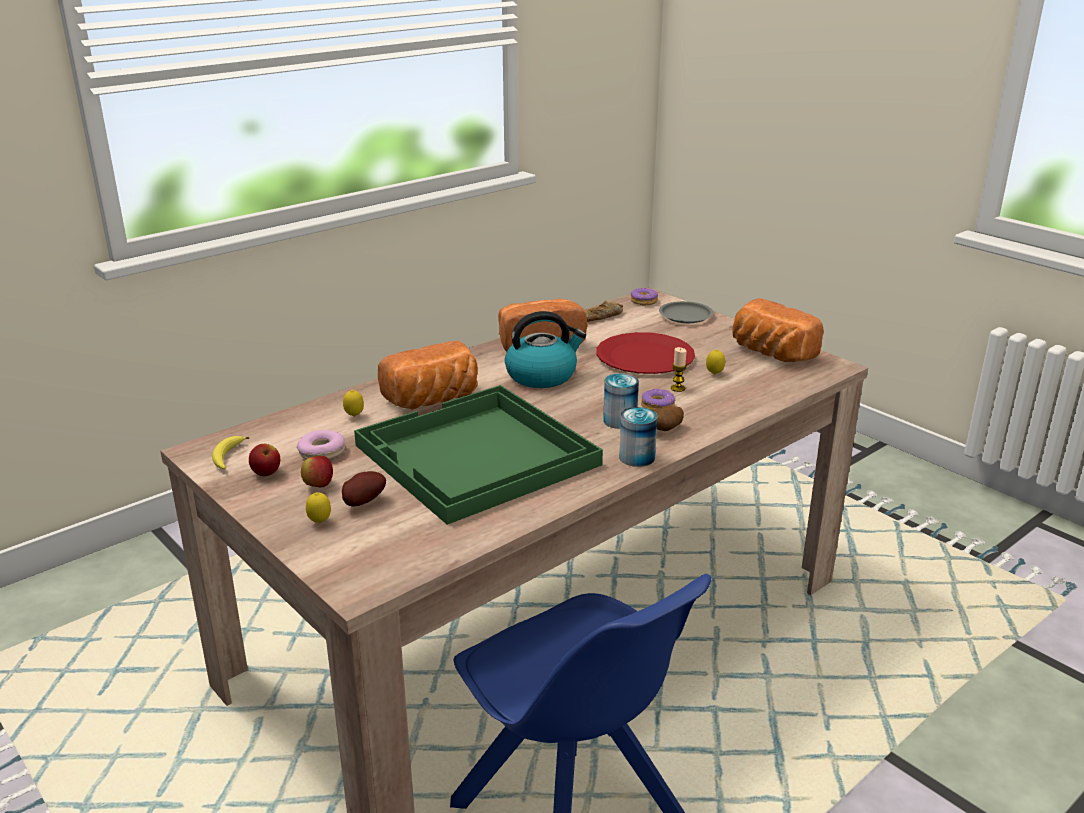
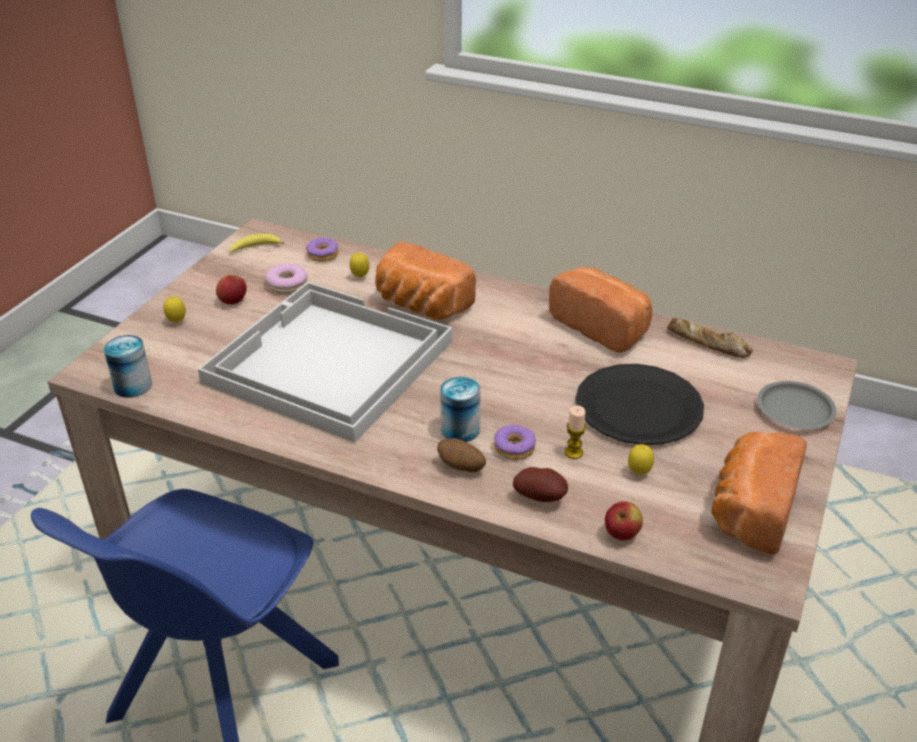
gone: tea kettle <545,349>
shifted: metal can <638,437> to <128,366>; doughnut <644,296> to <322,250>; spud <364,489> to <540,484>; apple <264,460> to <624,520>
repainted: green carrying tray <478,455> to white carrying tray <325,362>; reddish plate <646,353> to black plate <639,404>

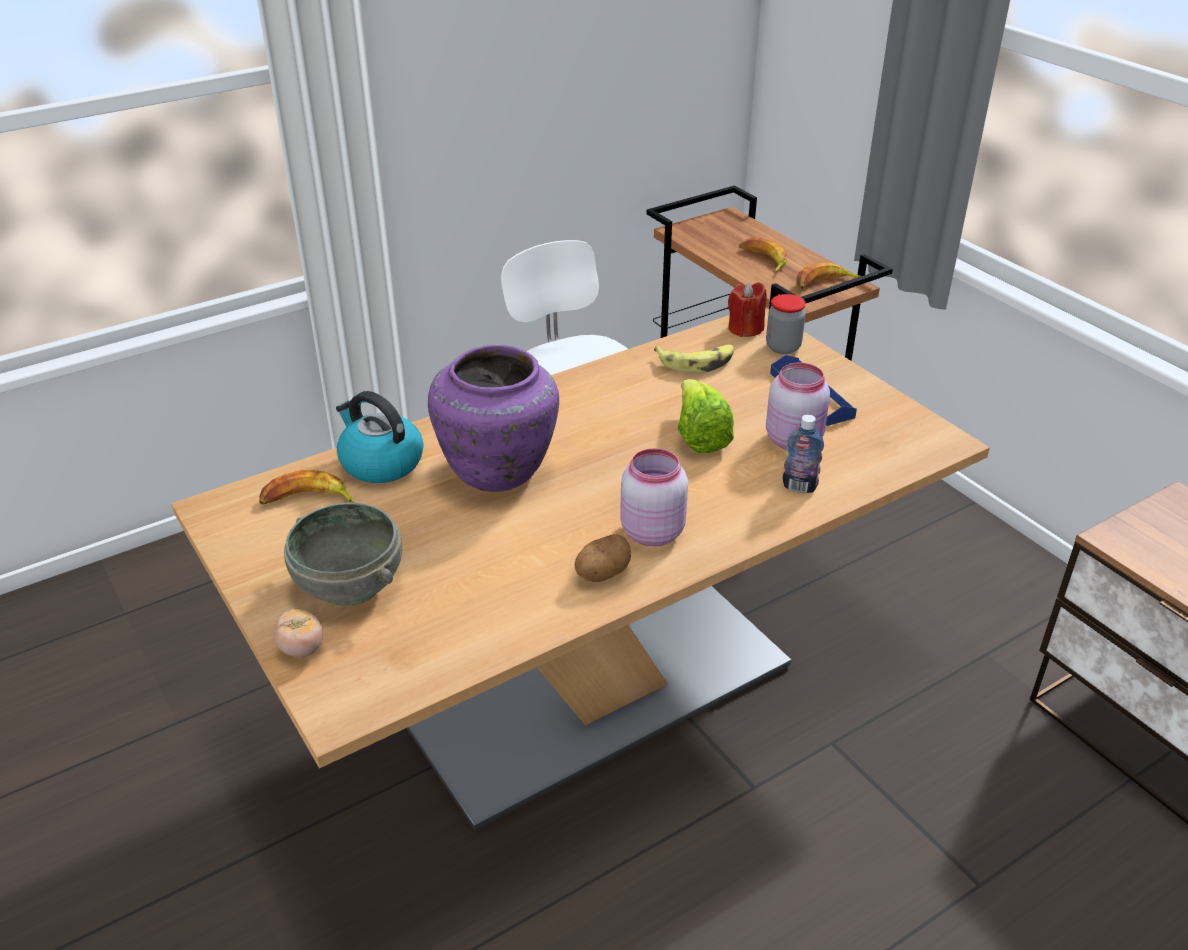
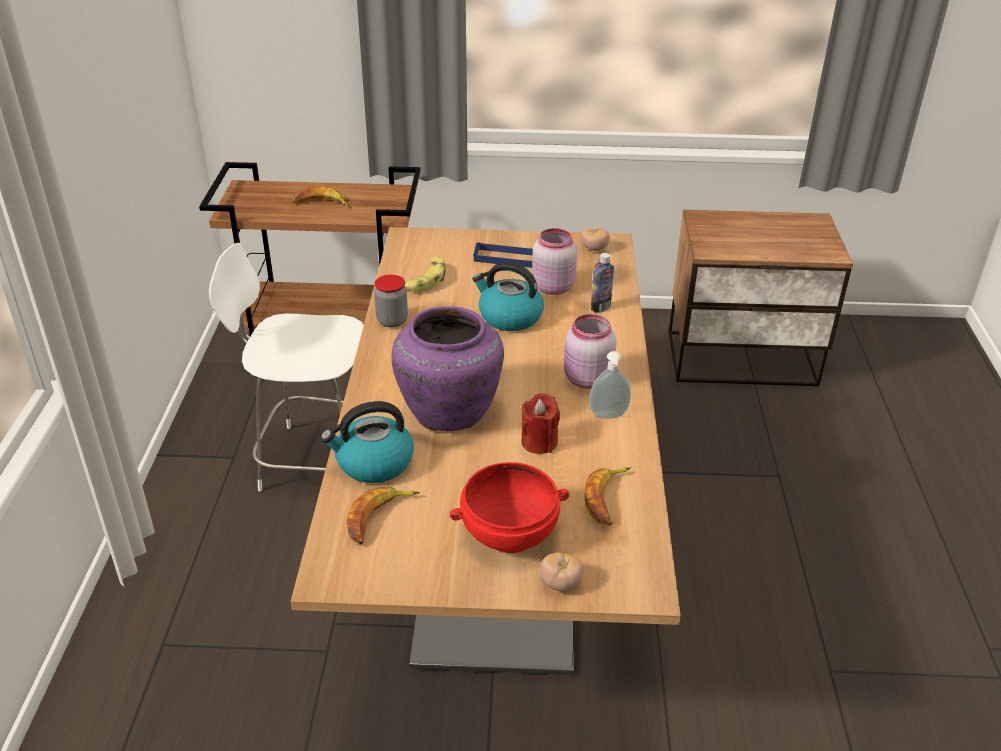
new: tomato <595,239>
shifted: preserve jar <786,324> to <391,301>; reddish wax candle <747,309> to <540,423>; banana fruit <828,276> to <607,496>
swapped: head of lettuce <705,416> to tea kettle <508,296>; spud <603,558> to soap dispenser <610,385>
repainted: gray deep dish <343,554> to reddish deep dish <509,507>

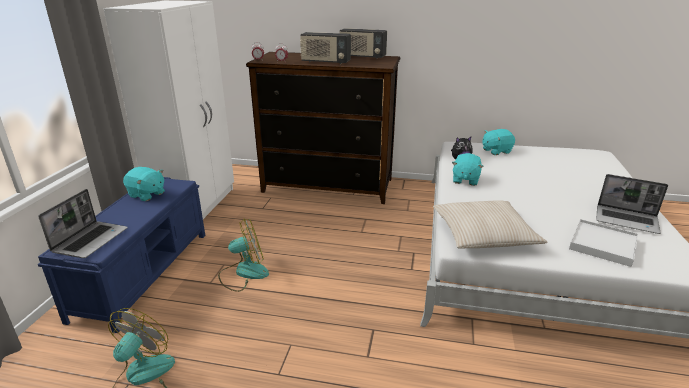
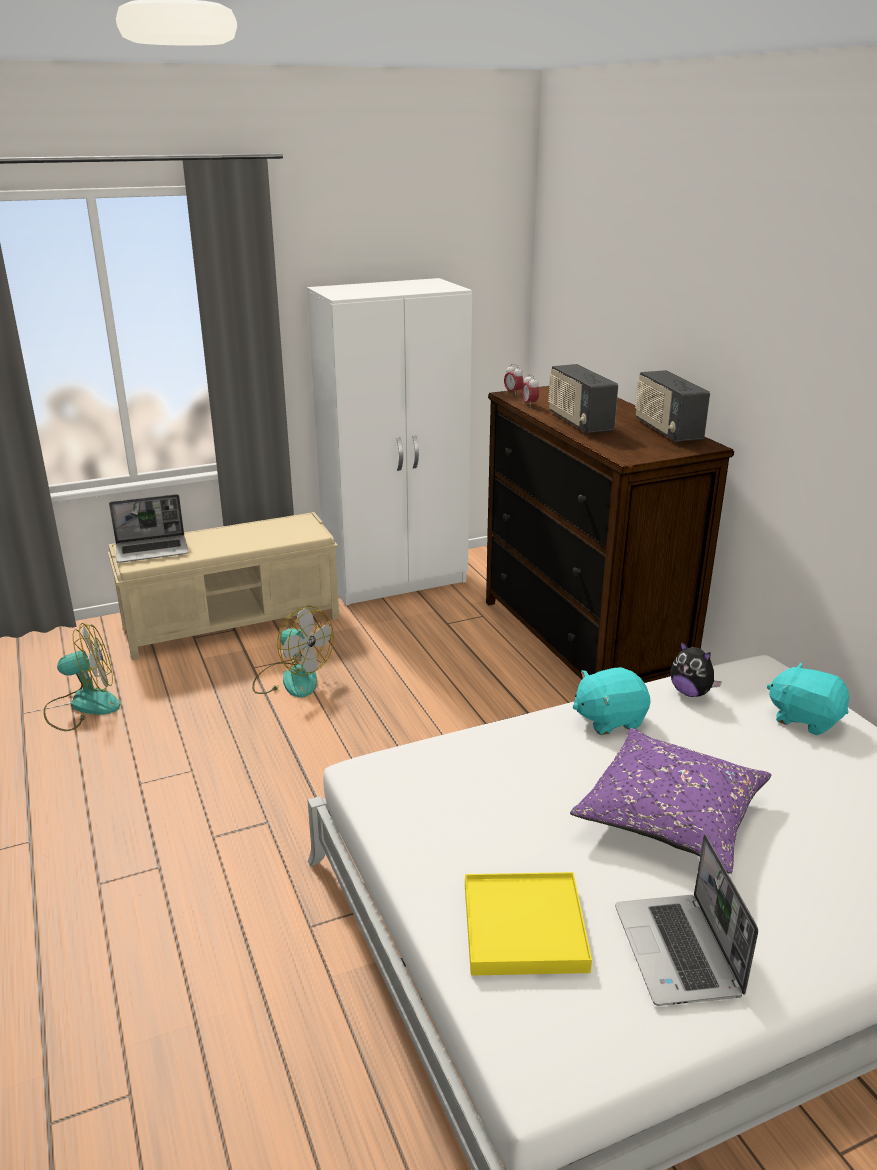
gone: turquoise-coloured soft toy <144,184>; beige-coloured pillow <490,224>
new: purple pillow <670,801>
repainted: bluish bench <121,255> to beige-coloured bench <223,586>; white carrying tray <603,243> to yellowish carrying tray <528,924>

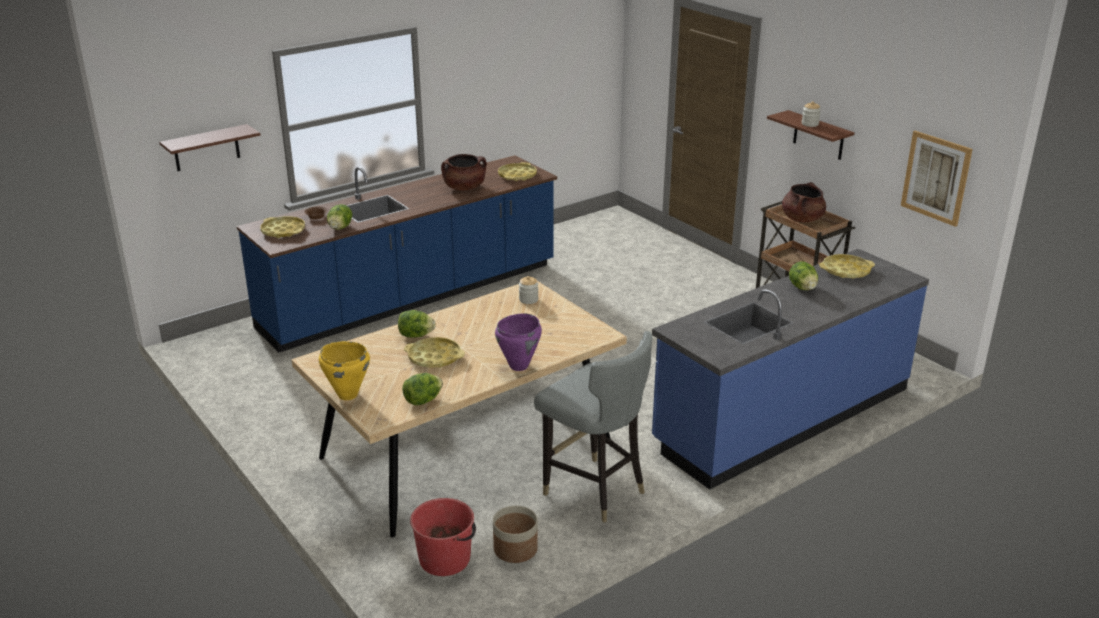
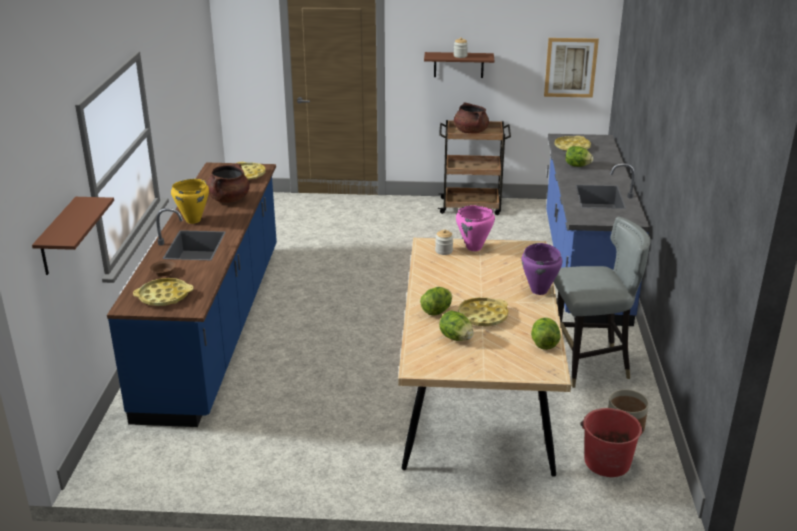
new: pink stockpot <475,228>
shifted: yellowish stockpot <344,370> to <190,201>; head of lettuce <339,217> to <456,325>

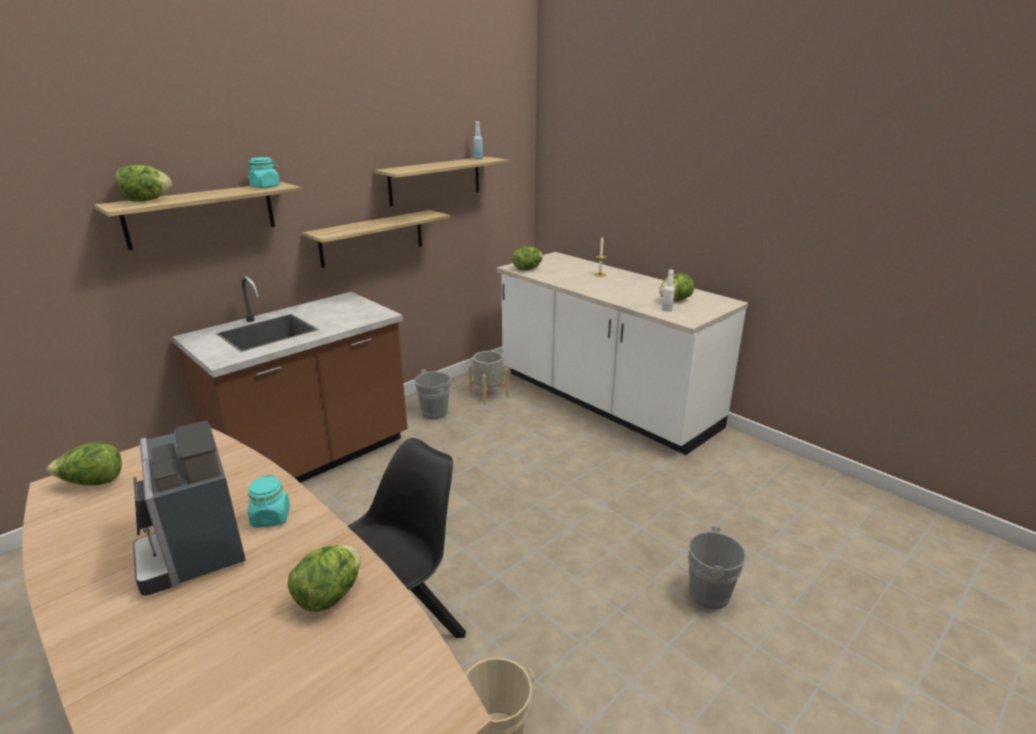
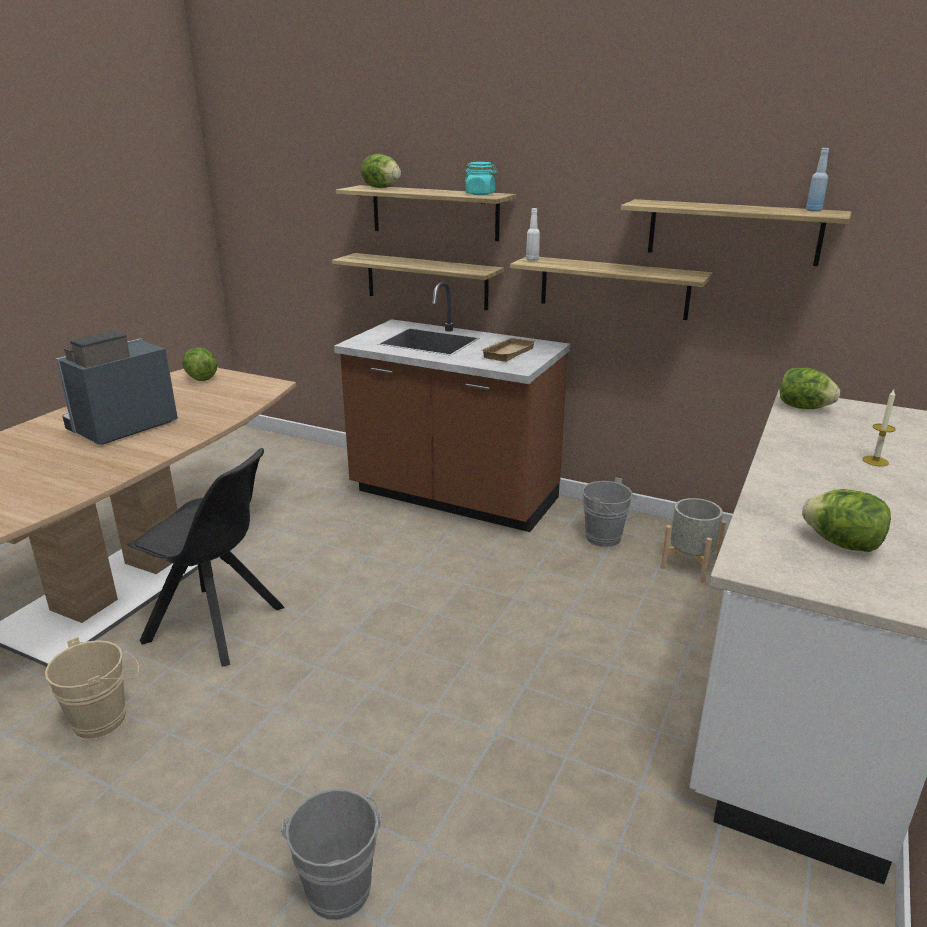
gone: turquoise-coloured preserve jar <269,501>; head of lettuce <324,578>
new: wall shelf <418,281>; beige-coloured carrying tray <508,349>
shifted: white bottle <668,290> to <533,234>

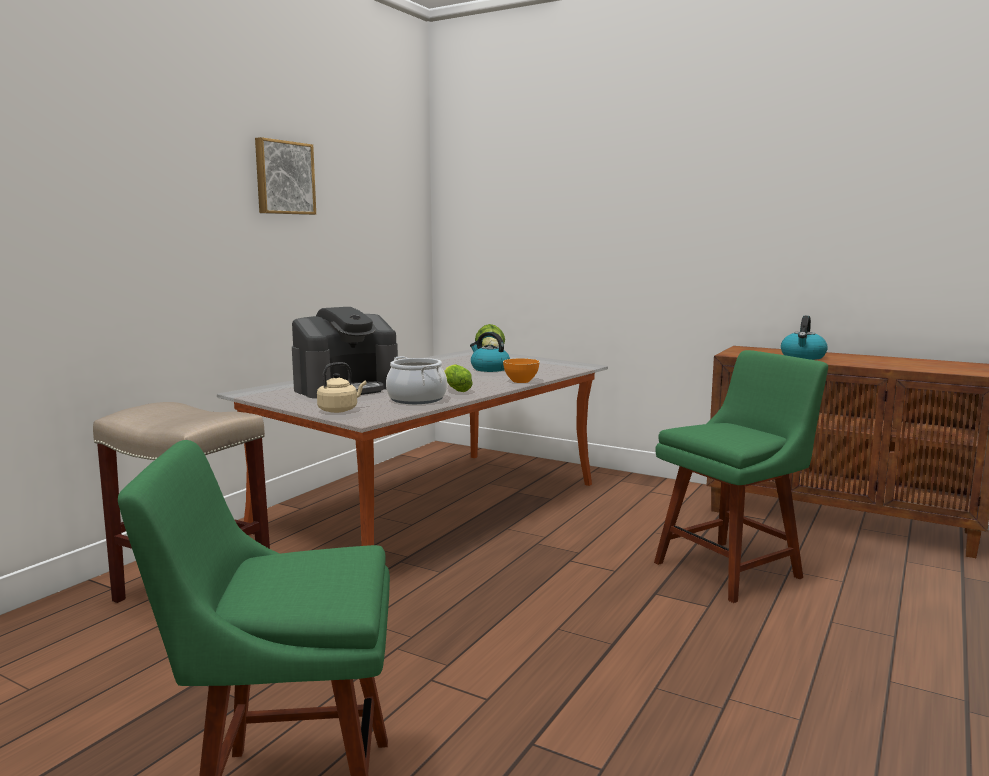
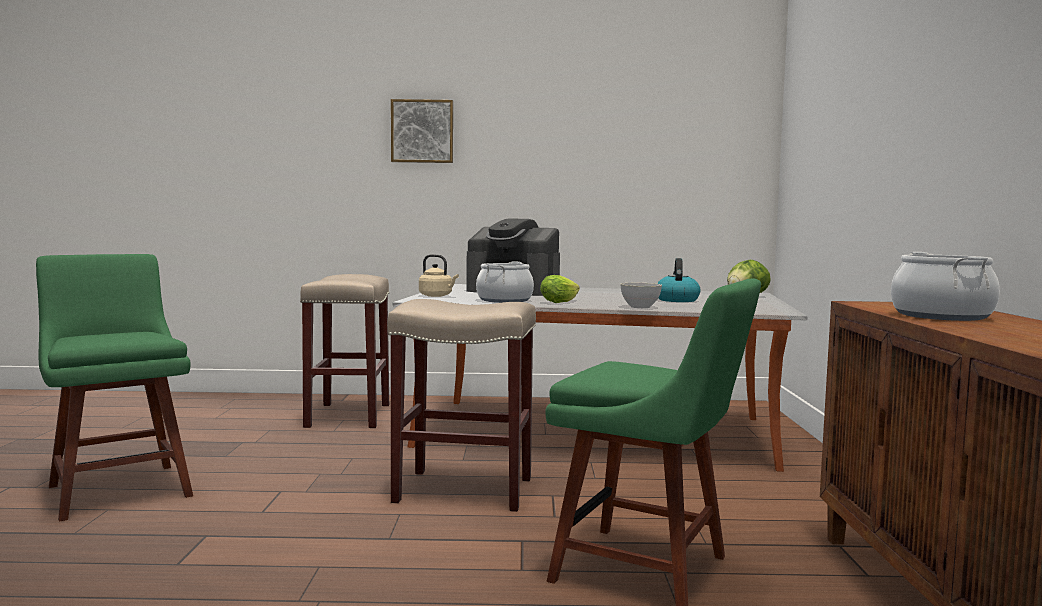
new: beige-coloured sitting stool <461,405>
shifted: picture <285,176> to <422,131>
swapped: tea kettle <804,338> to stockpot <945,286>
repainted: orange-coloured deep dish <521,370> to gray deep dish <641,295>

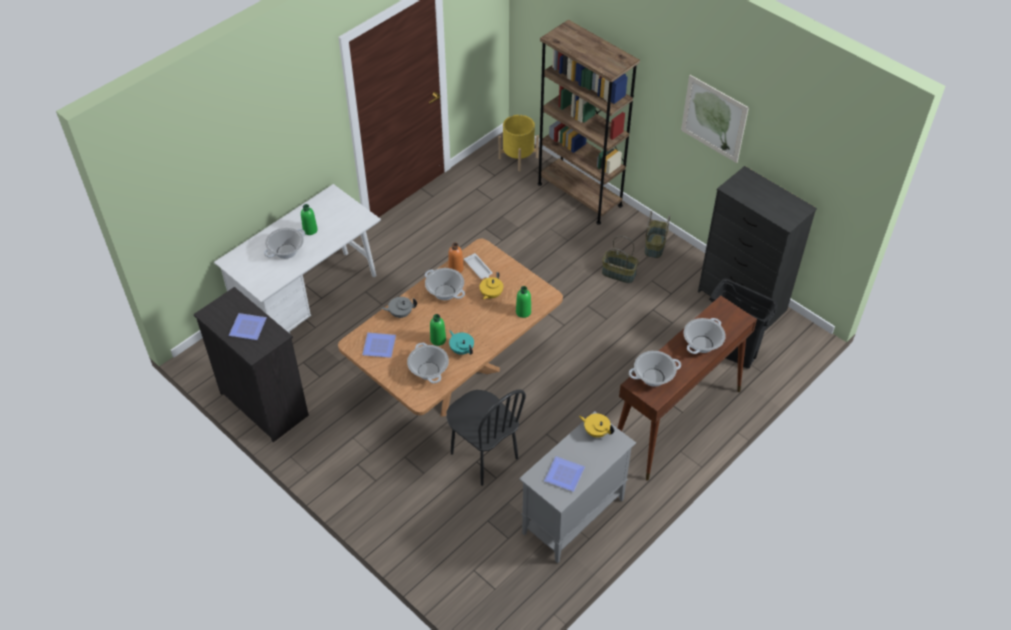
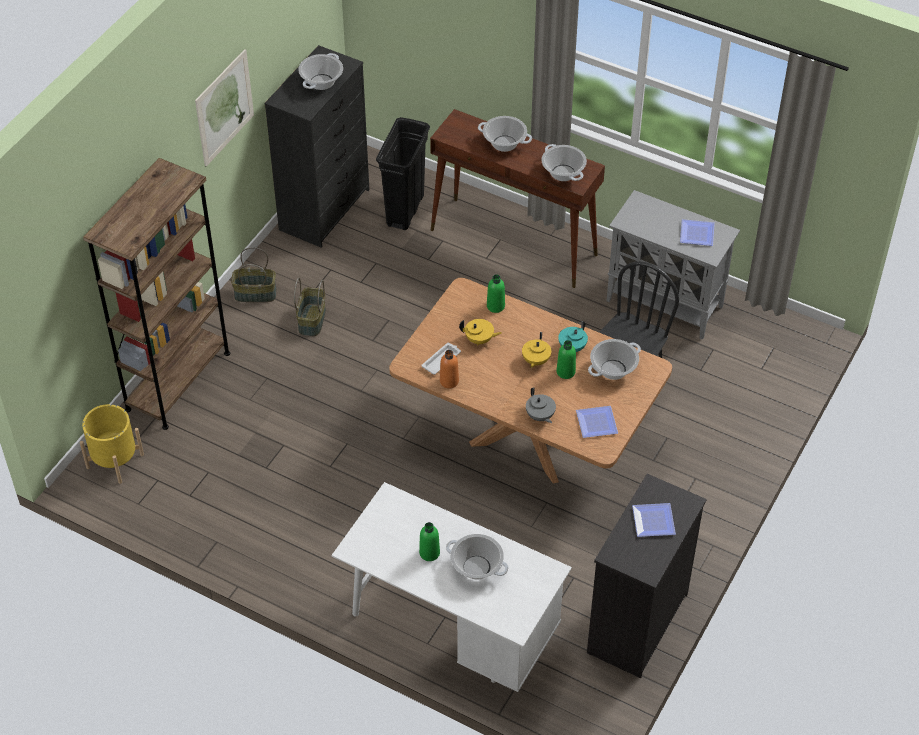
shifted: stockpot <445,284> to <320,71>; yellowish teapot <596,426> to <536,350>

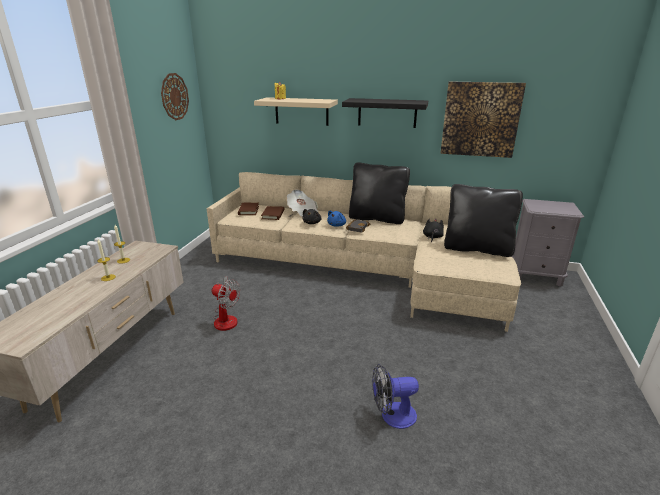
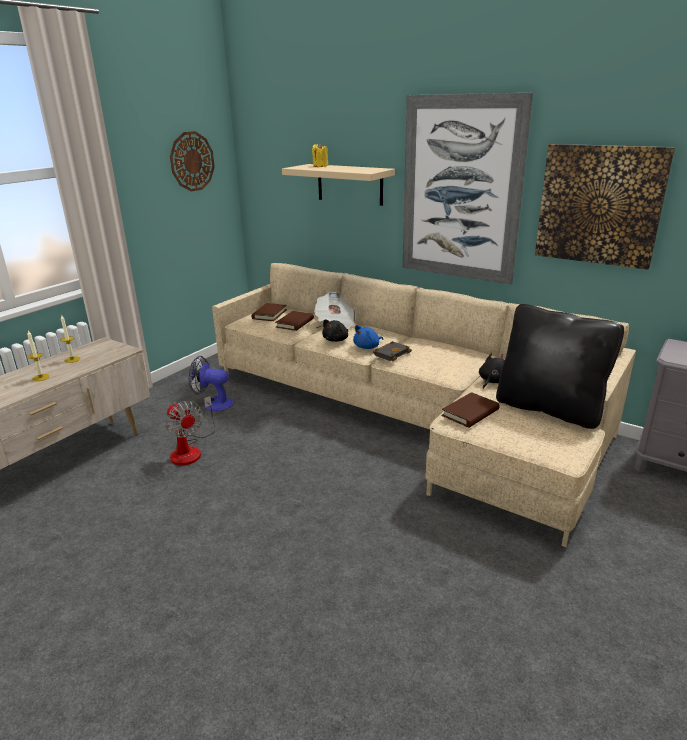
gone: black pillow <379,193>
new: brownish book <470,410>
shifted: fan <395,396> to <211,383>
swapped: black wall shelf <385,113> to picture <468,189>

